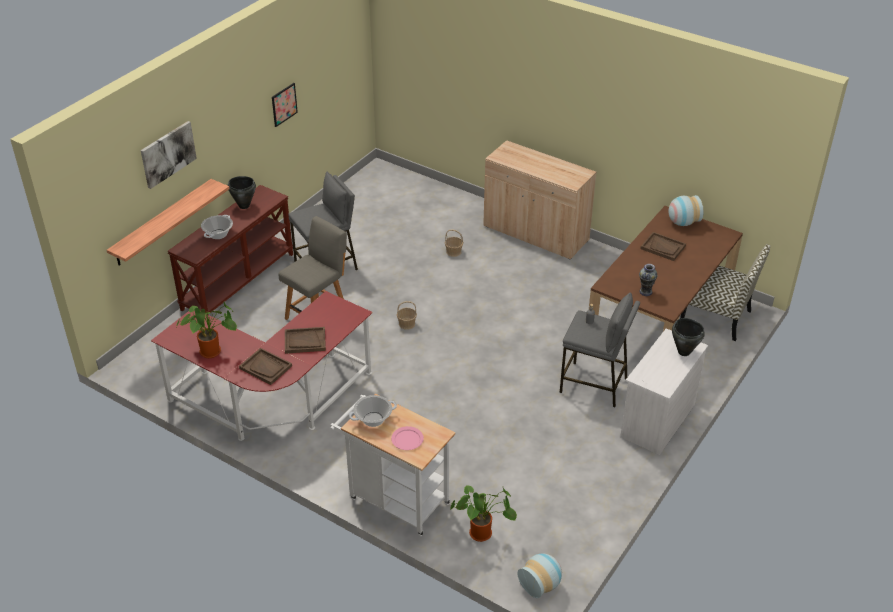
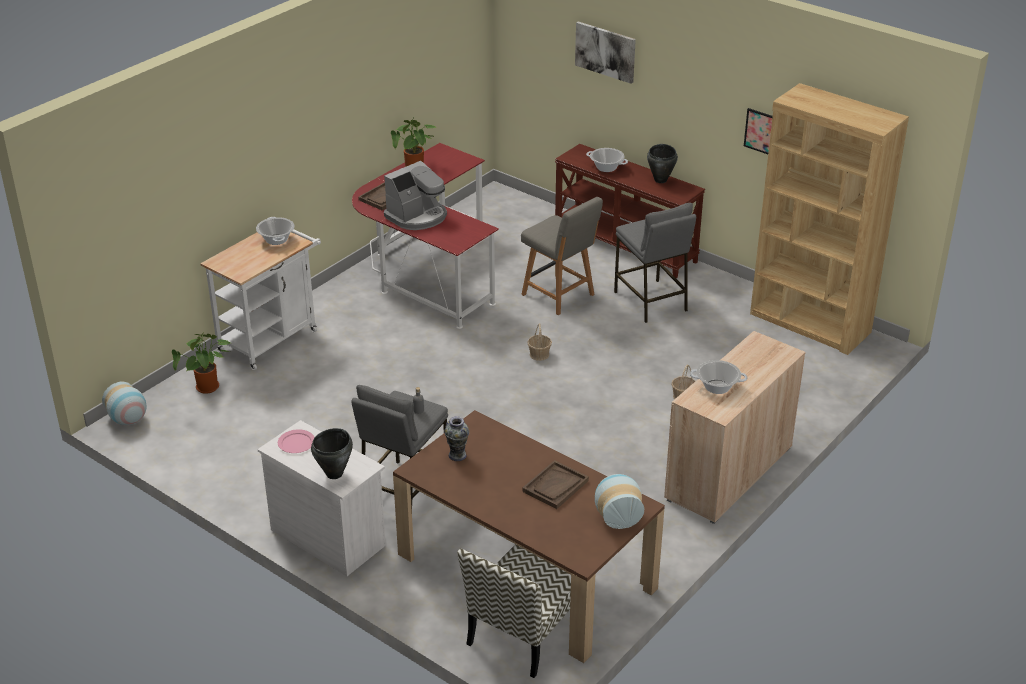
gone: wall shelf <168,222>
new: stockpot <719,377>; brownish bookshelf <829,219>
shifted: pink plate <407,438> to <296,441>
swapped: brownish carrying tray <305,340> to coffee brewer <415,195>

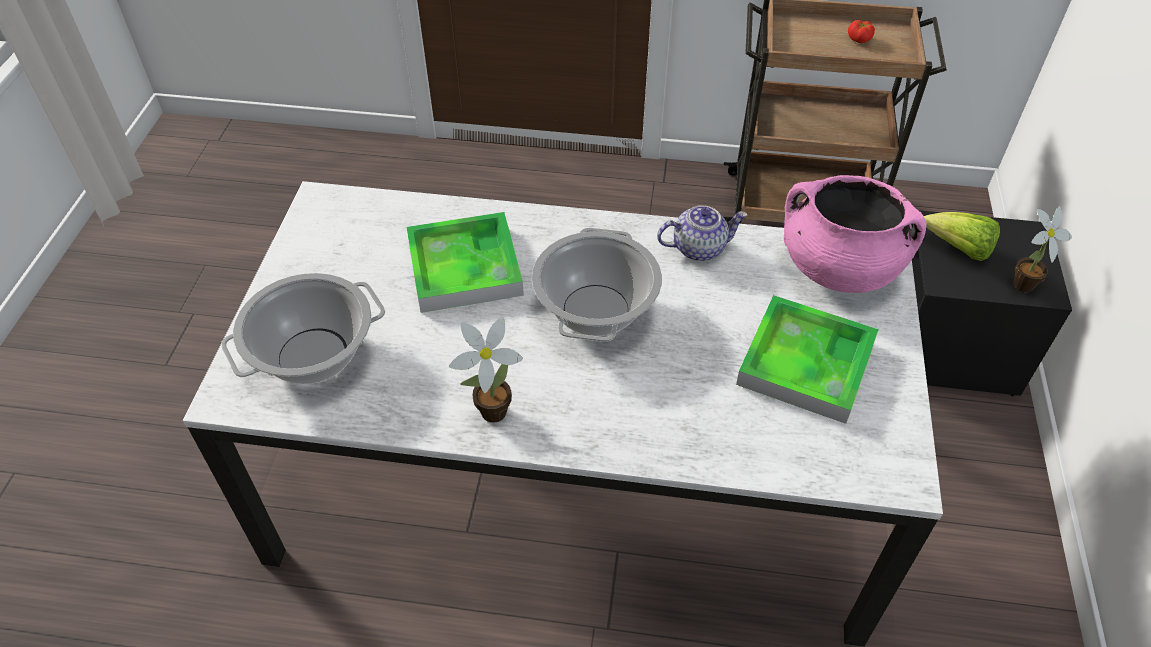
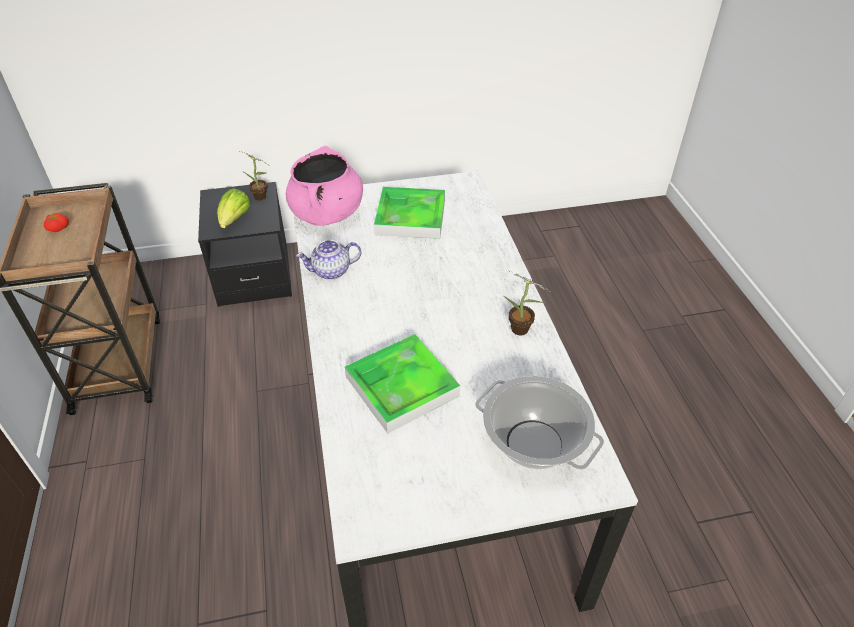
gone: stockpot <597,285>
rotated: teapot <702,233> = <328,260> 75 degrees counterclockwise

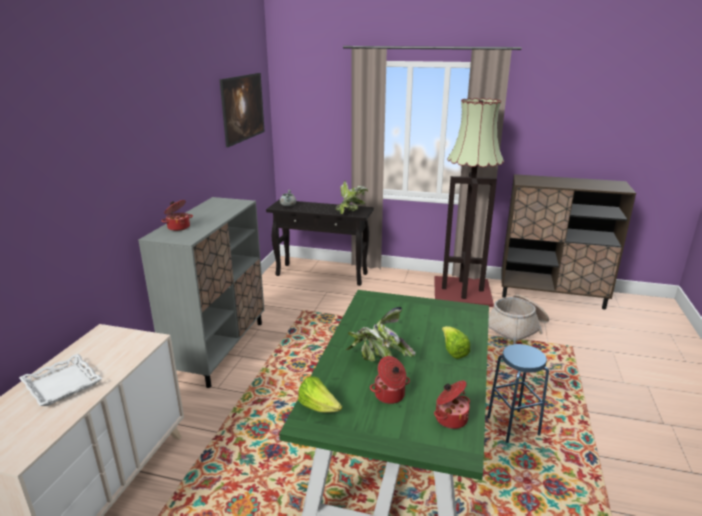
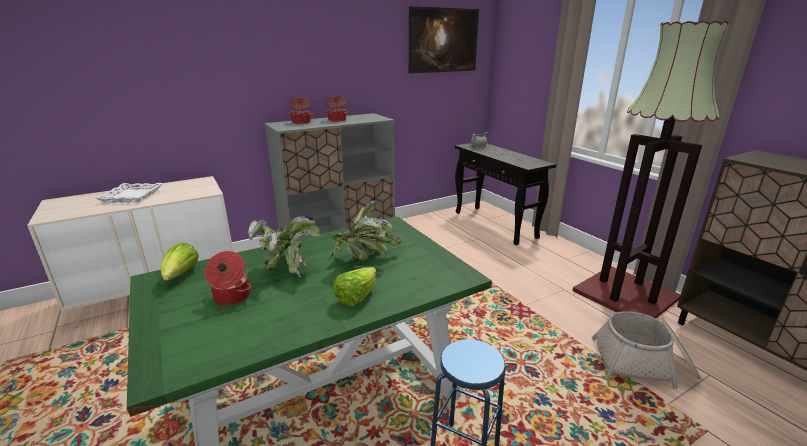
shifted: stockpot <452,405> to <337,109>; plant in a pot <352,197> to <365,230>

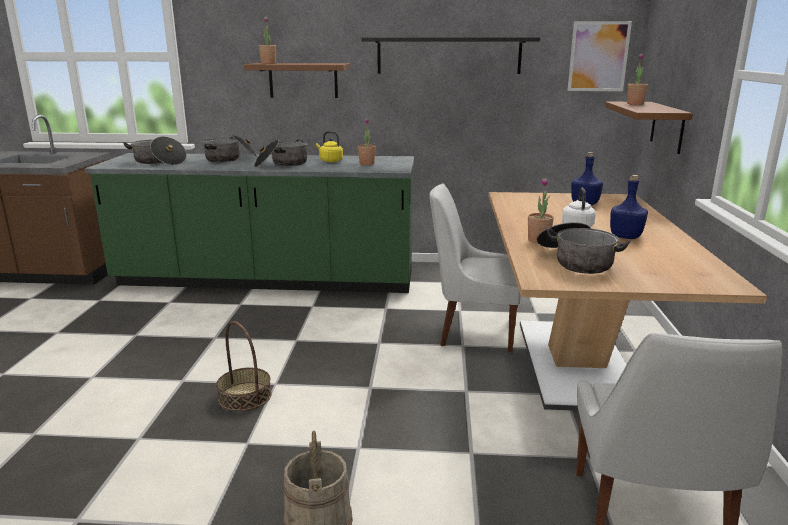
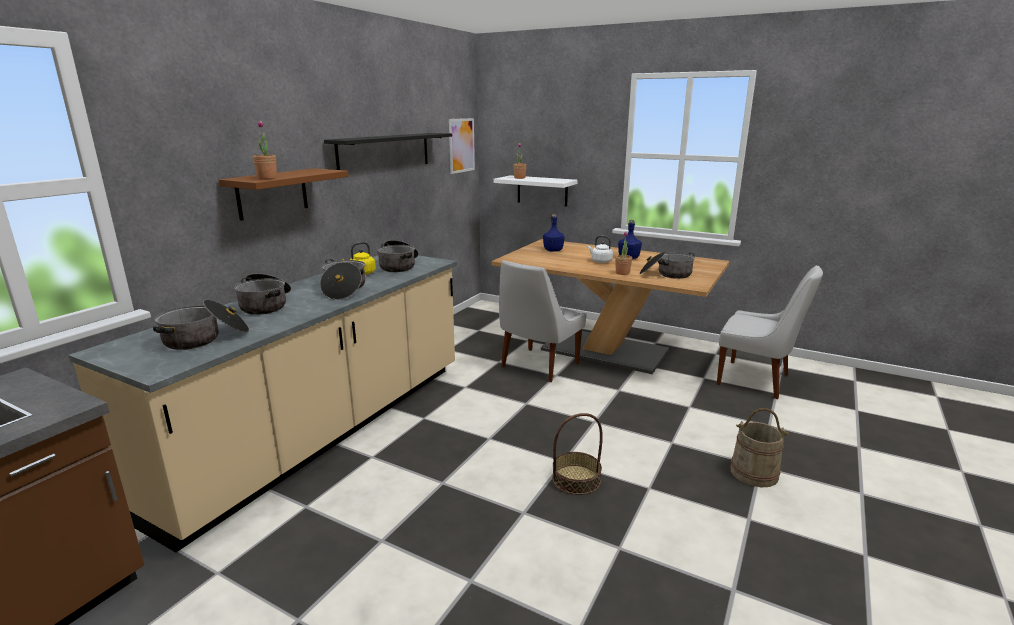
swapped: plant in a pot <367,141> to stockpot <397,256>
repainted: green kitchen counter <249,223> to beige-coloured kitchen counter <263,404>; brownish wall shelf <649,128> to white wall shelf <535,191>

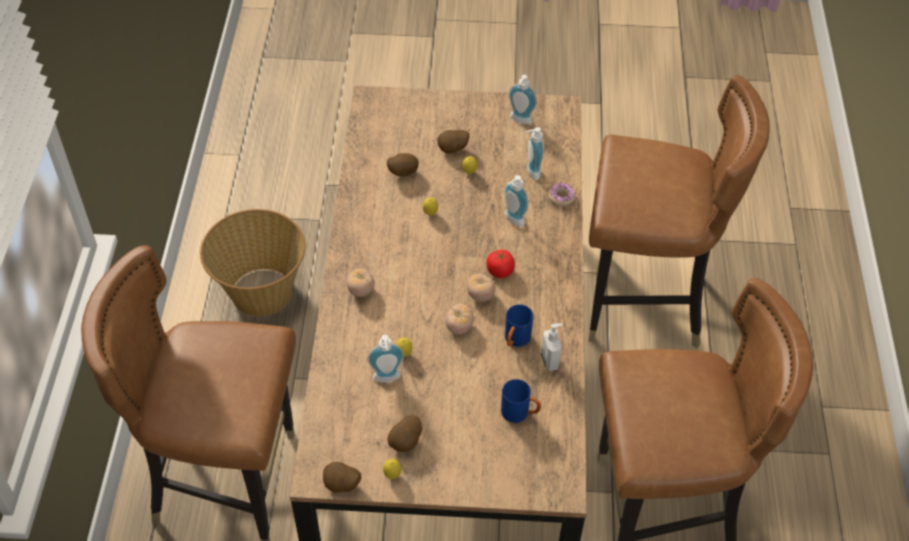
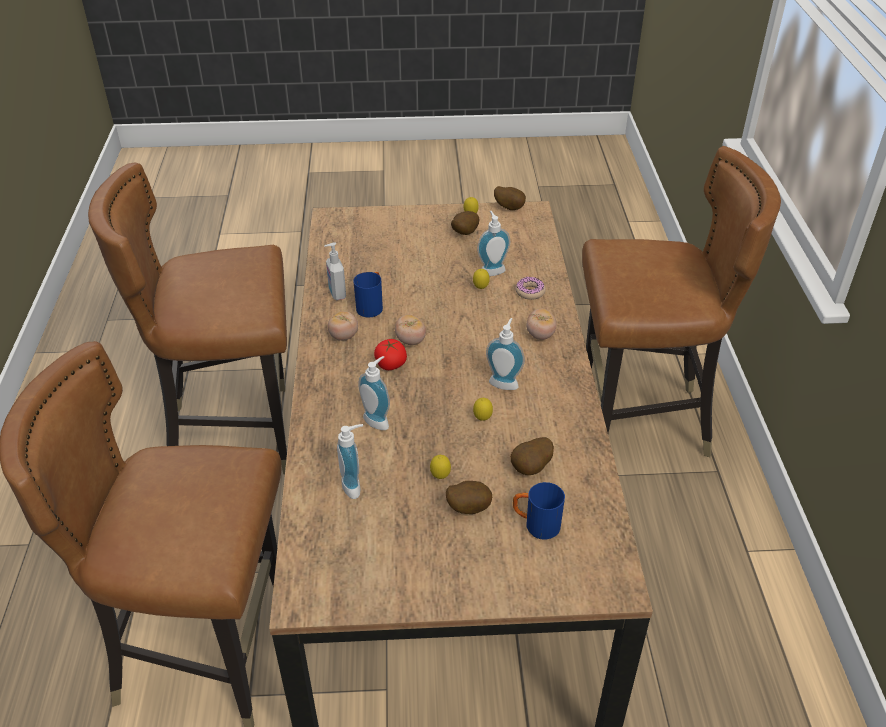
gone: basket <253,262>
shifted: tomato <459,319> to <343,326>; soap dispenser <523,99> to <505,354>; bluish tea mug <521,401> to <539,511>; doughnut <562,194> to <530,288>

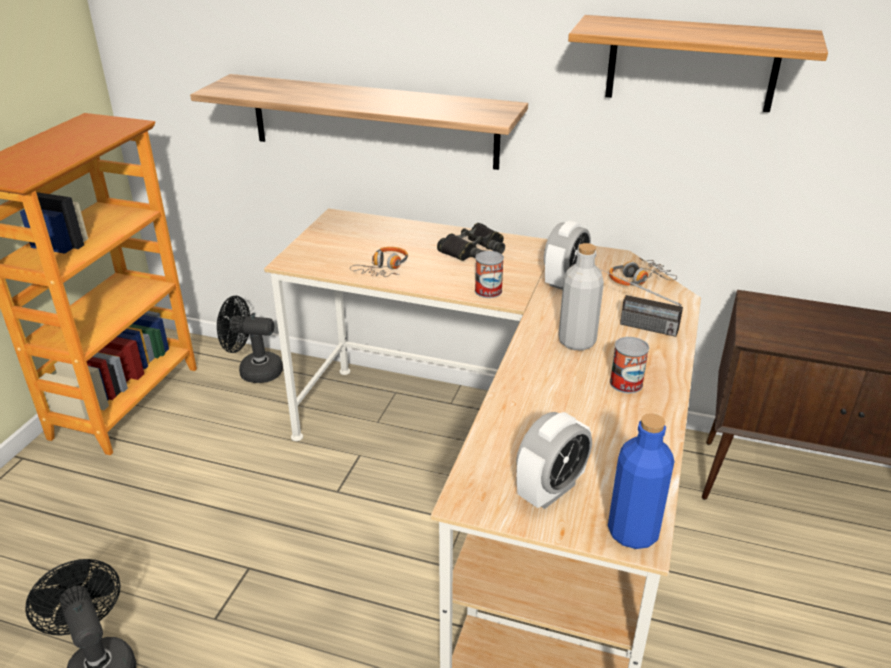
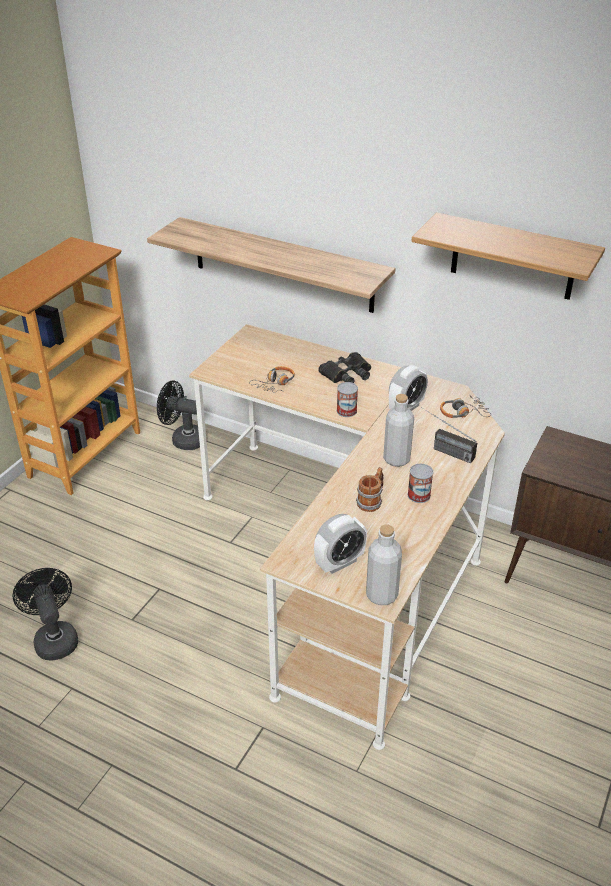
new: tea mug <370,489>
repainted: bluish bottle <641,481> to gray bottle <384,565>

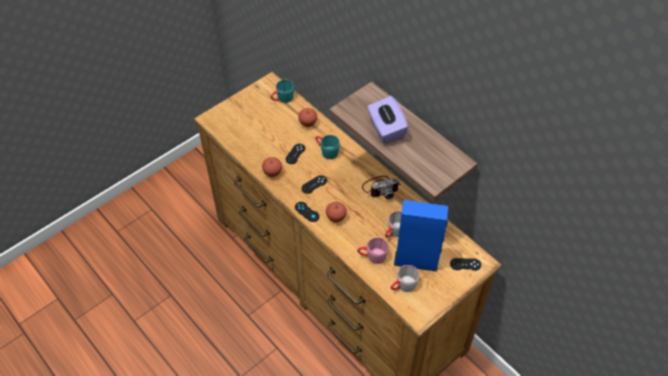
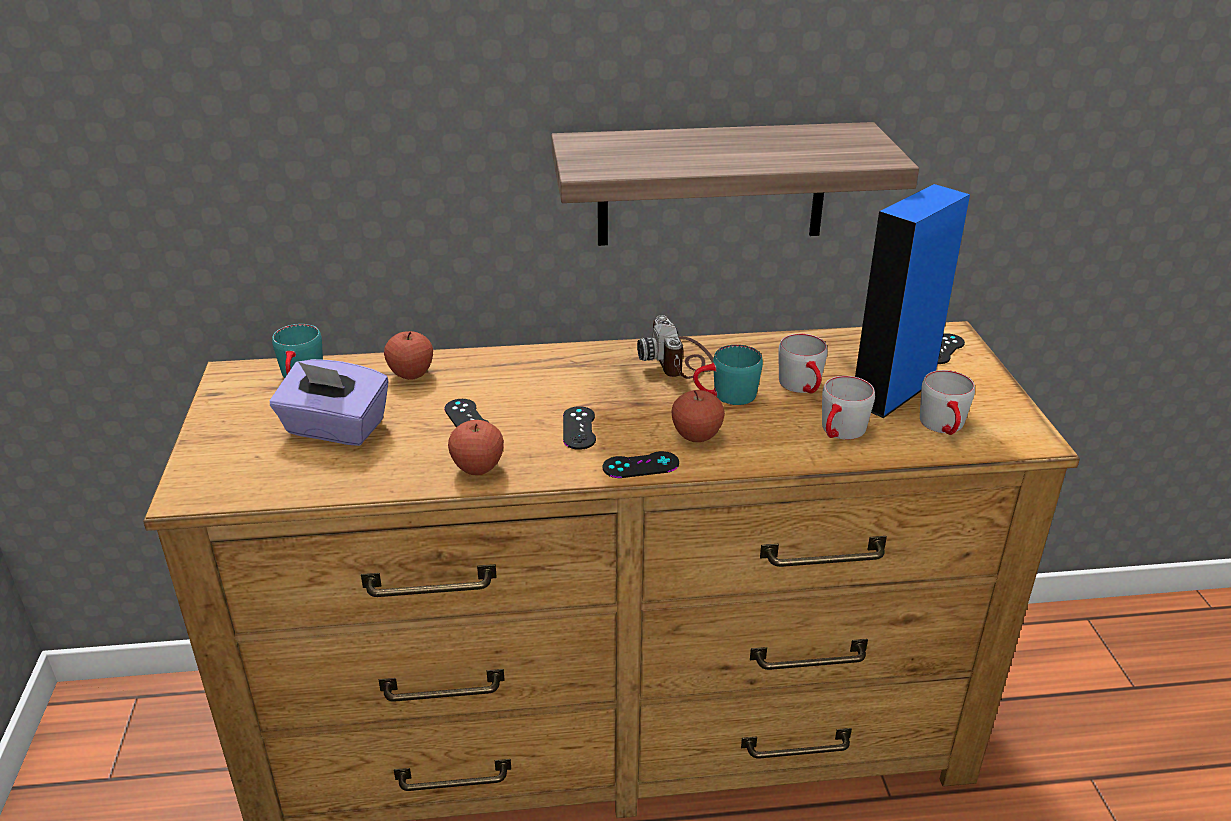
shifted: purple box of tissues <387,120> to <328,402>; turquoise-coloured tea mug <328,147> to <728,375>
repainted: pink tea mug <373,250> to gray tea mug <848,408>
rotated: photo camera <381,187> = <675,347> 150 degrees clockwise

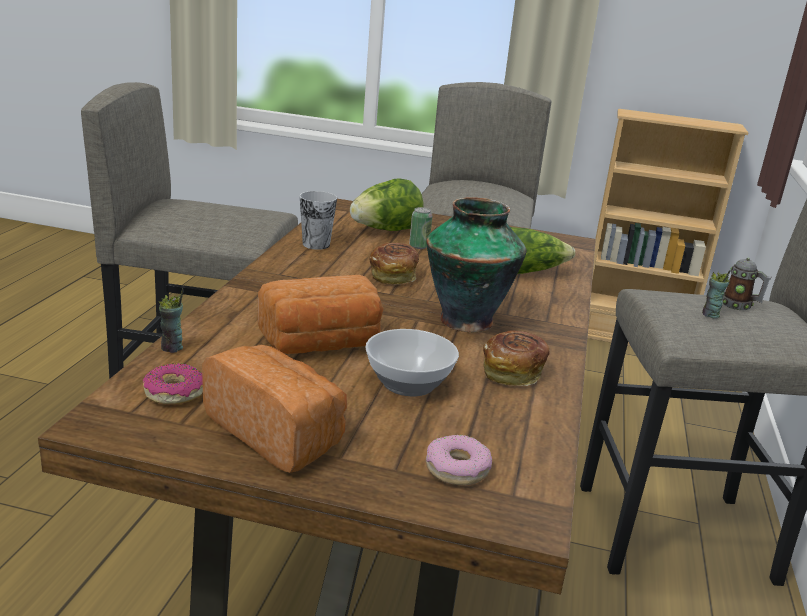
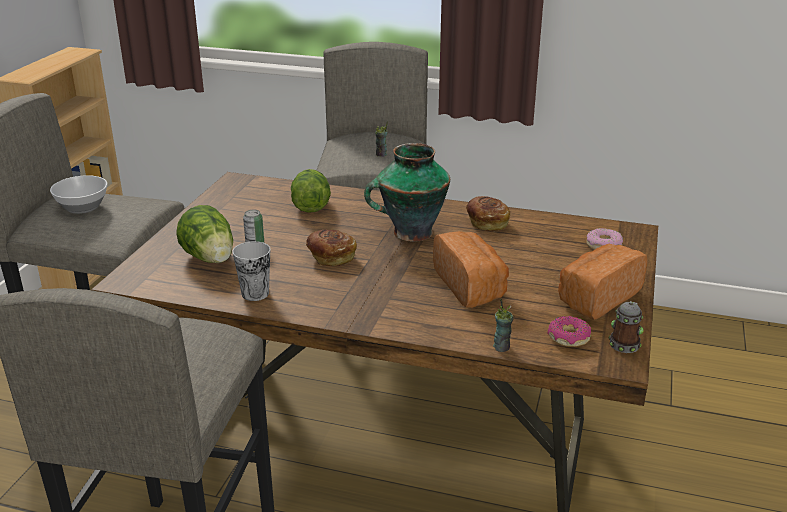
shifted: deep dish <412,362> to <79,194>; tea mug <746,284> to <626,327>

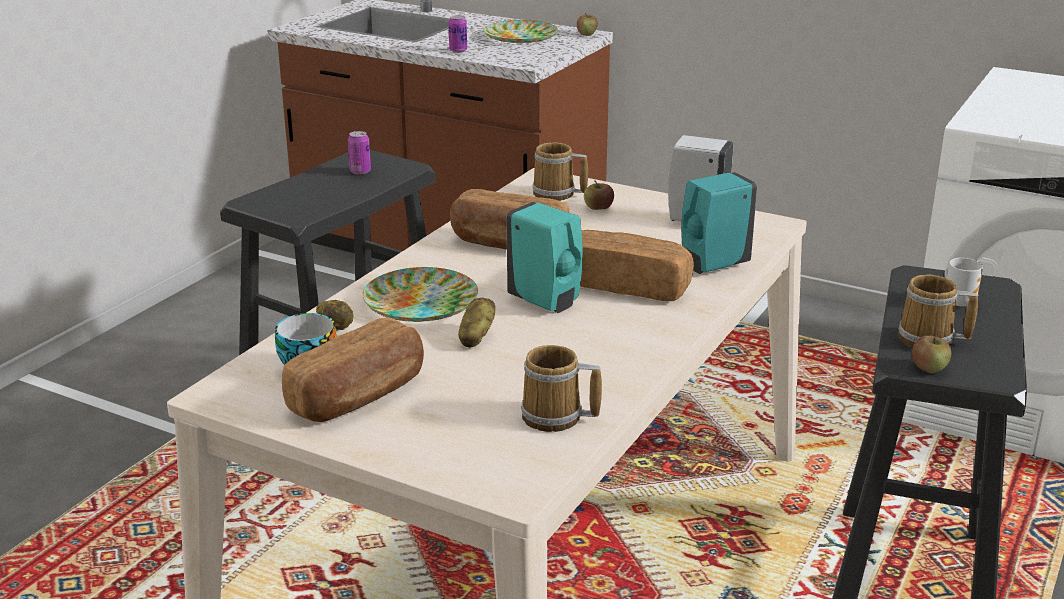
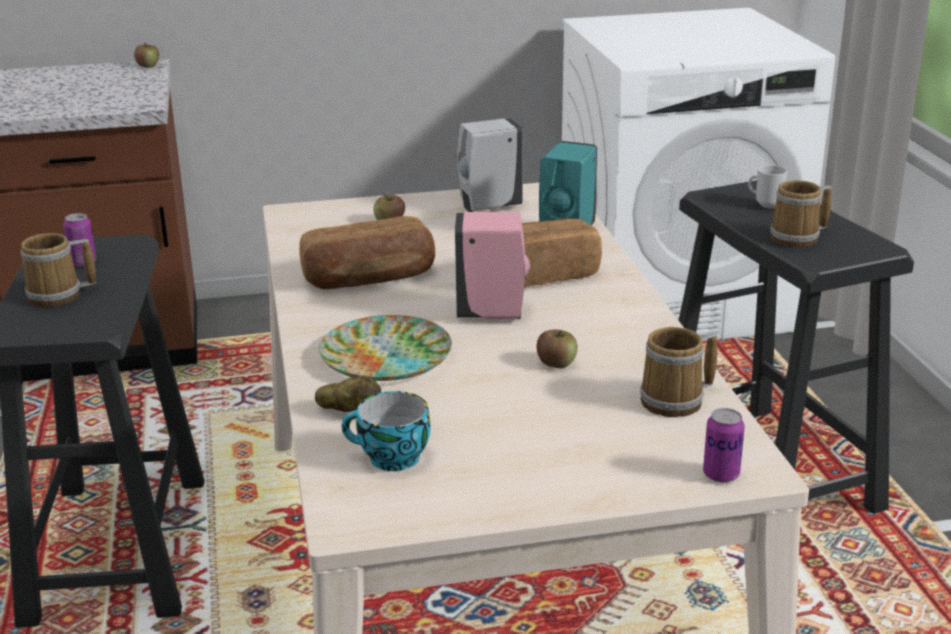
gone: bakery bread <353,369>; spud <477,323>; plate <520,31>
shifted: tea mug <560,171> to <58,270>; apple <931,354> to <557,349>; metal can <458,34> to <724,445>
repainted: turquoise-coloured soap dispenser <545,257> to pink soap dispenser <492,265>

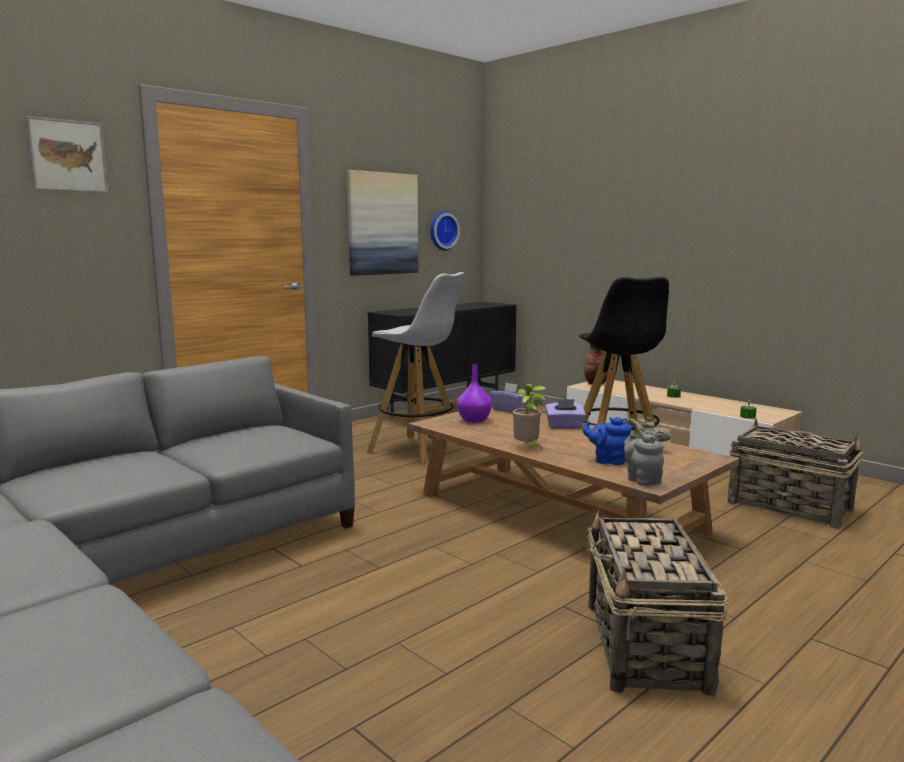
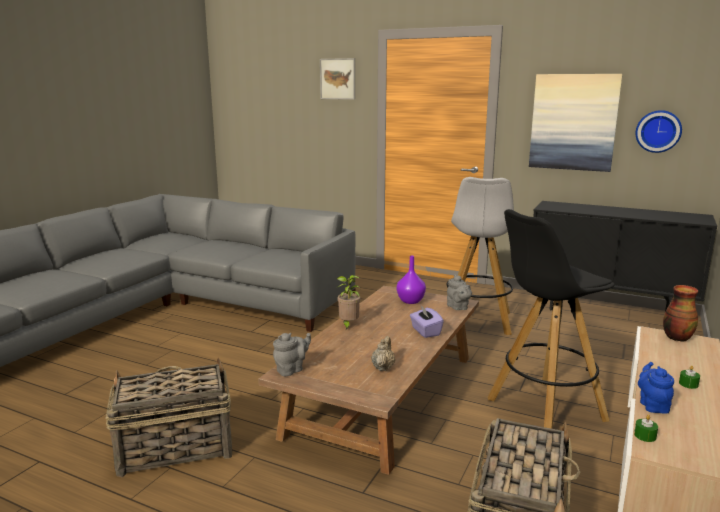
shifted: bluish teapot <607,441> to <656,388>
swapped: purple box of tissues <508,398> to gray teapot <459,292>

